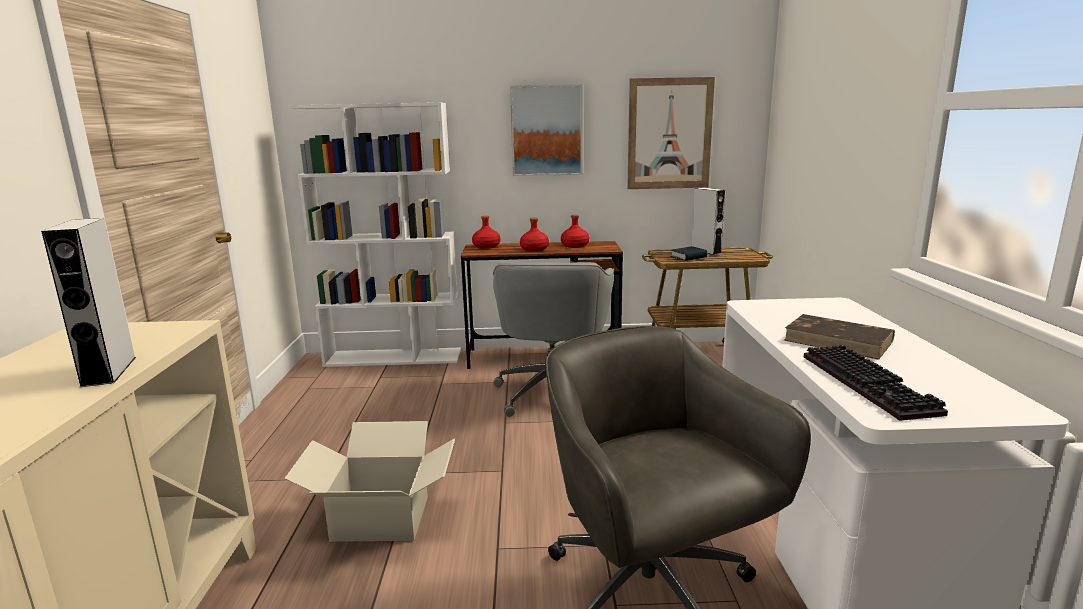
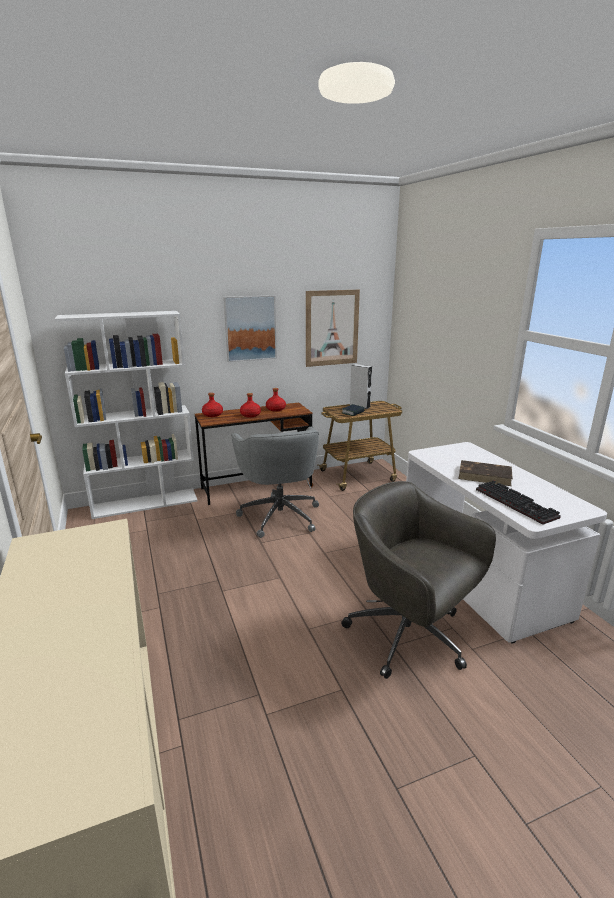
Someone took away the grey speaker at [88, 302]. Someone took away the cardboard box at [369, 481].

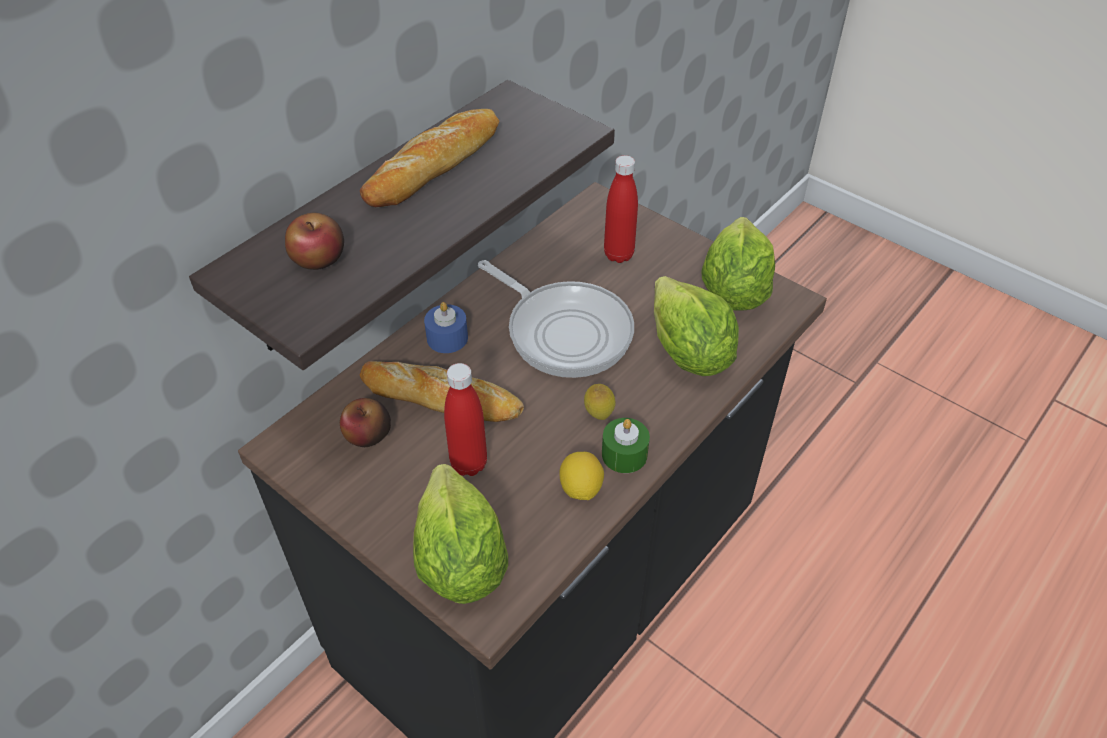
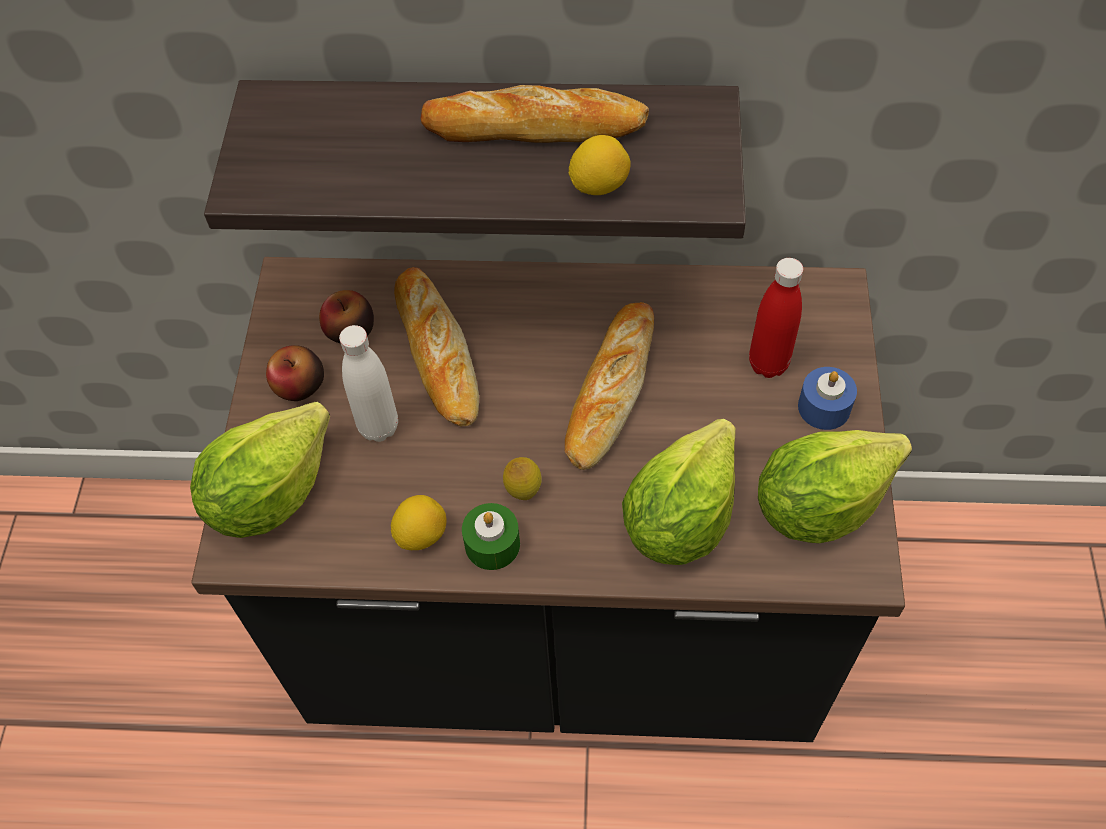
Someone carried the apple from [314, 241] to [295, 373]. Someone swapped the frying pan at [556, 319] for the bread at [609, 386]. Someone carried the blue candle from [446, 327] to [827, 398]. Someone repainted the red bottle at [465, 419], which became the white bottle at [368, 383]. Someone put down the lemon at [600, 165].

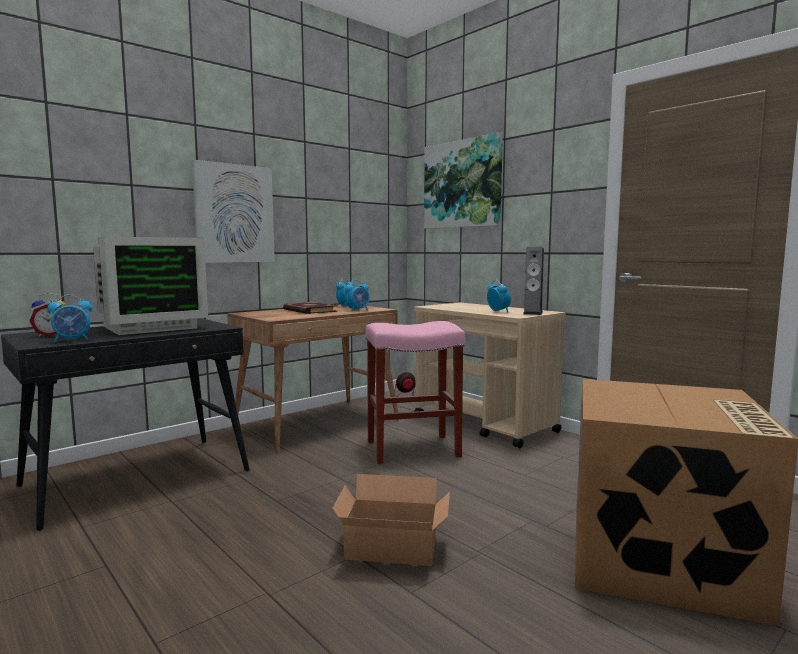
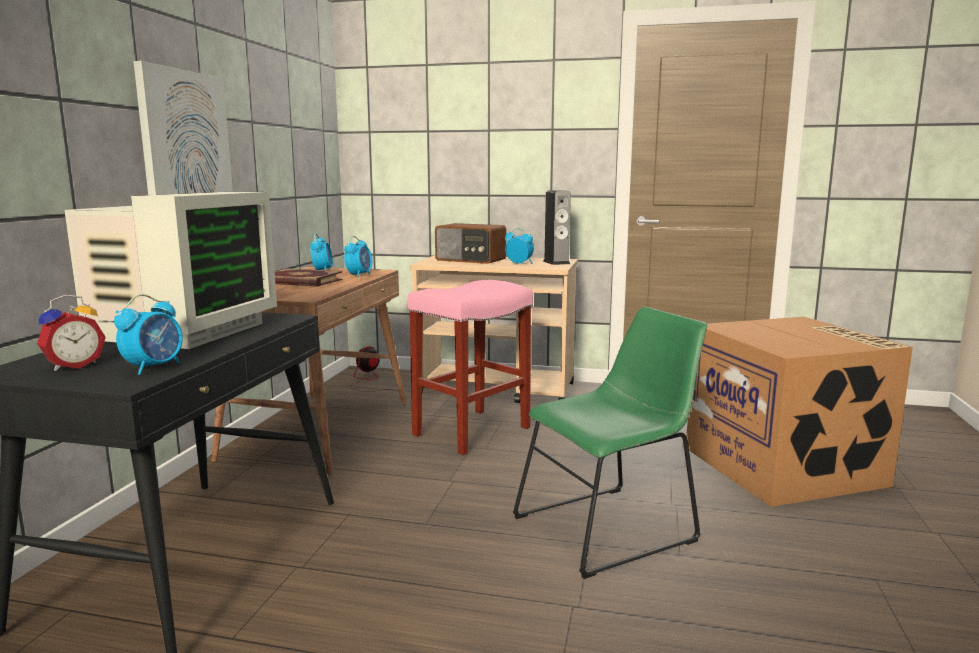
Someone took away the picture at [463, 180]. Someone swapped the cardboard box at [391, 520] for the green chair at [610, 443]. Someone put down the radio at [470, 243].

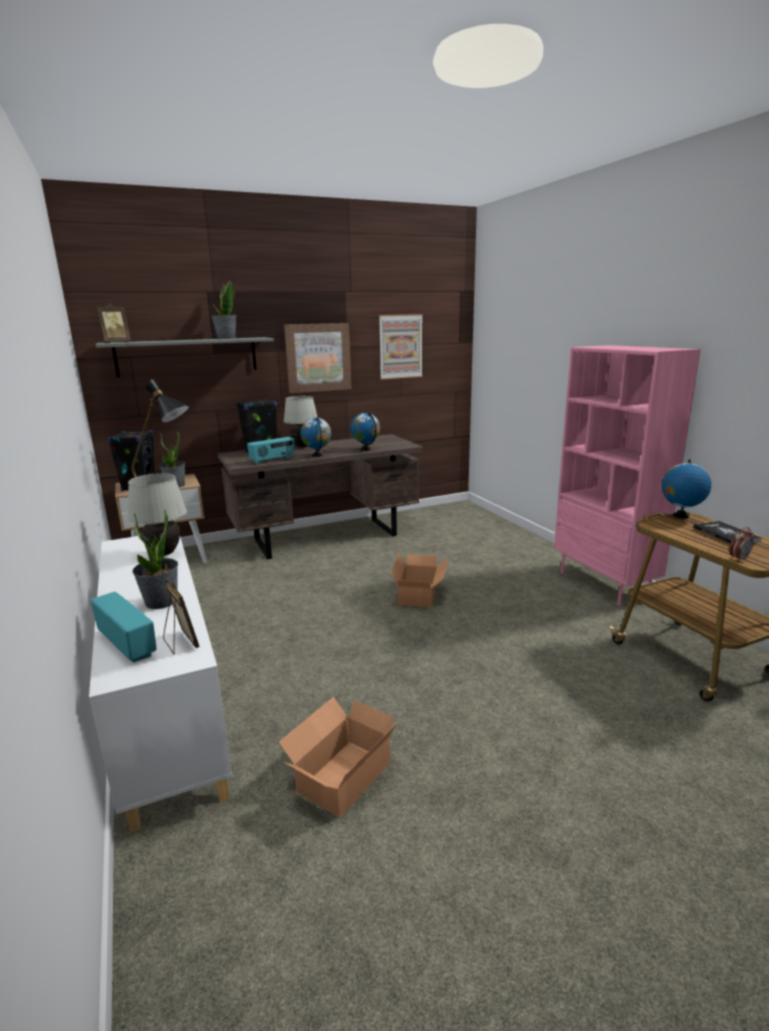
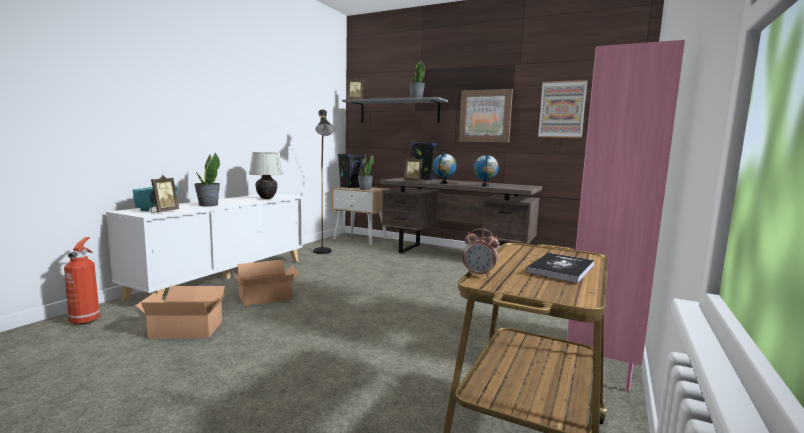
Someone took away the white table lamp at [300, 422]. Someone swapped the radio at [270, 450] for the picture frame at [413, 169]. Someone took away the globe at [686, 489]. Someone carried the cardboard box from [419, 580] to [265, 283]. Someone put down the fire extinguisher at [82, 281].

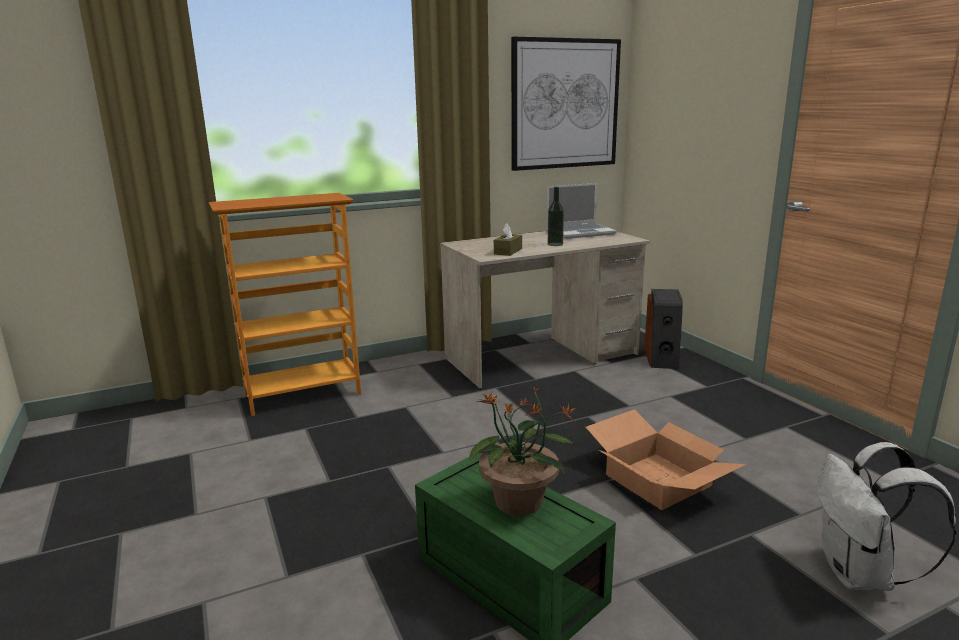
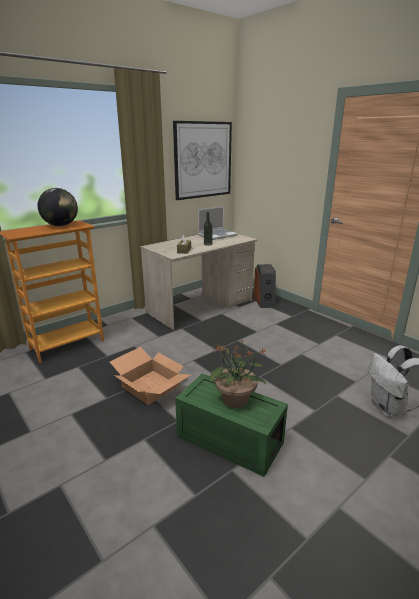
Someone carried the cardboard box from [666, 459] to [150, 376]. Someone put down the globe at [57, 207].

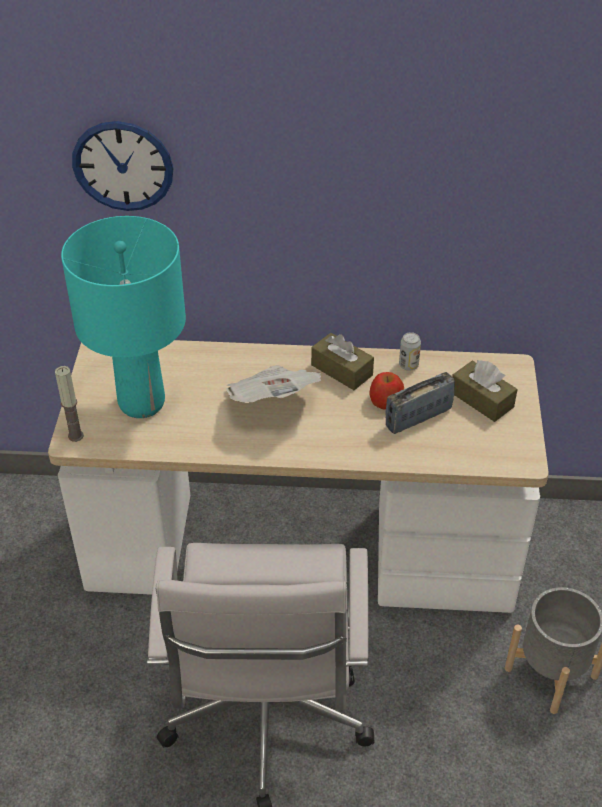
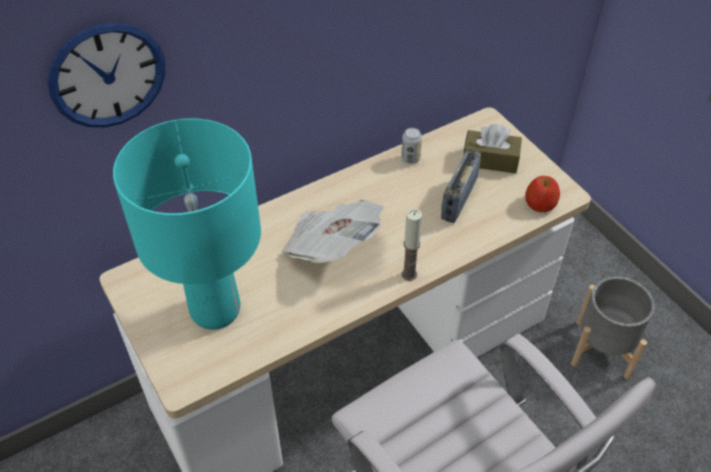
Someone took away the brown tissue box at [342, 361]. Someone carried the candle from [69, 404] to [412, 245]. Someone carried the apple from [387, 391] to [542, 194].

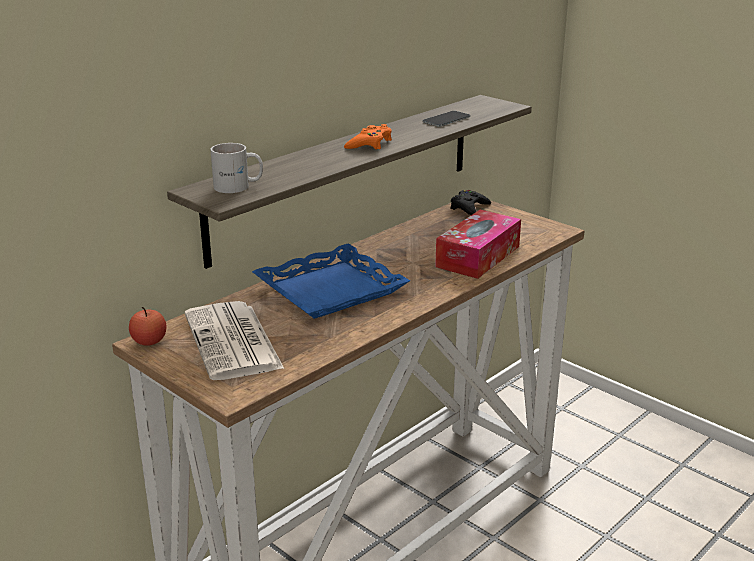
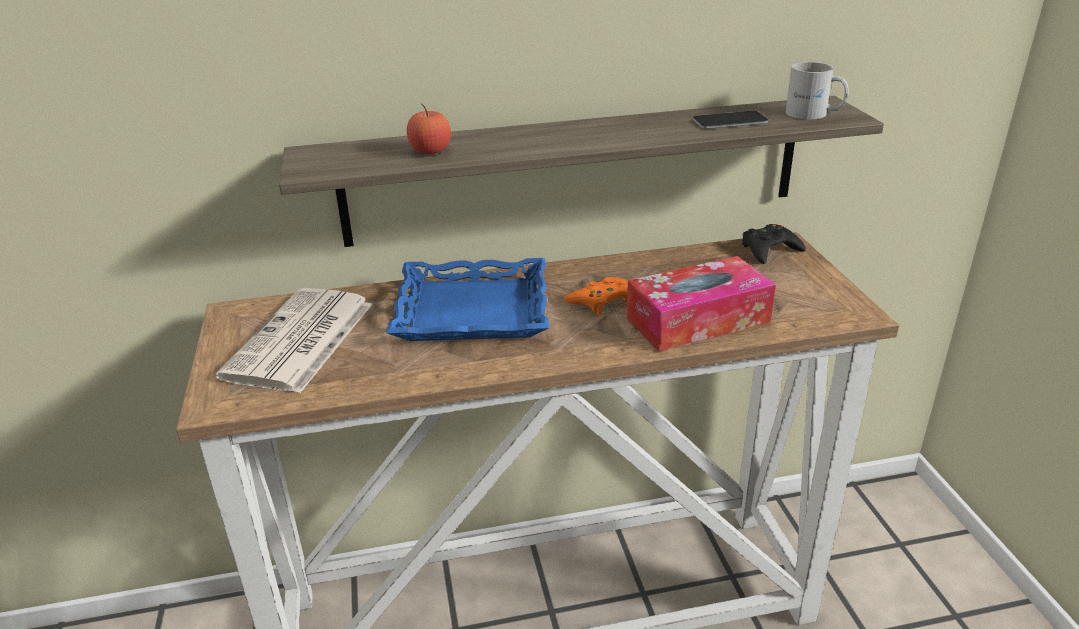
Someone carried the orange game controller from [368, 137] to [596, 296]. Someone carried the white mug from [236, 168] to [817, 90]. Someone carried the apple from [148, 326] to [429, 128].

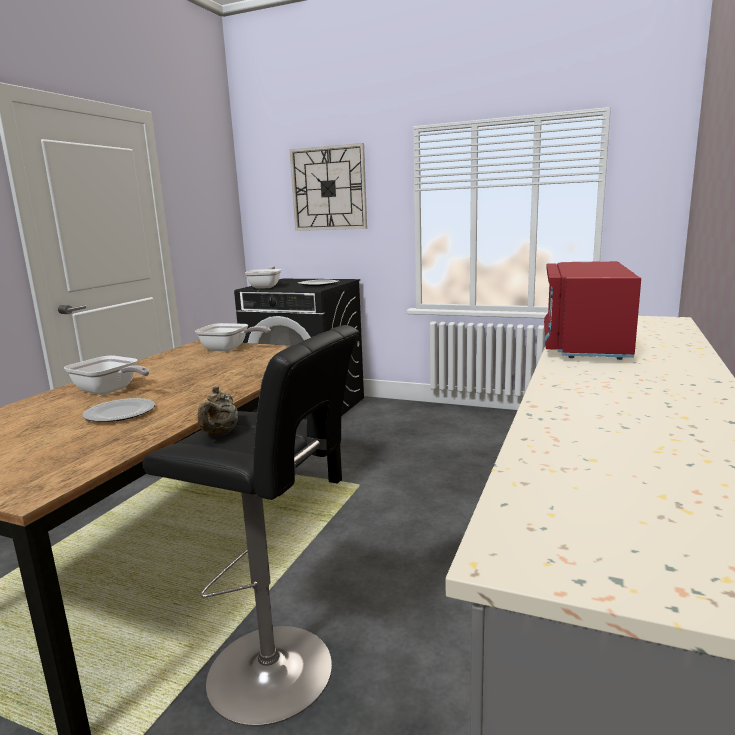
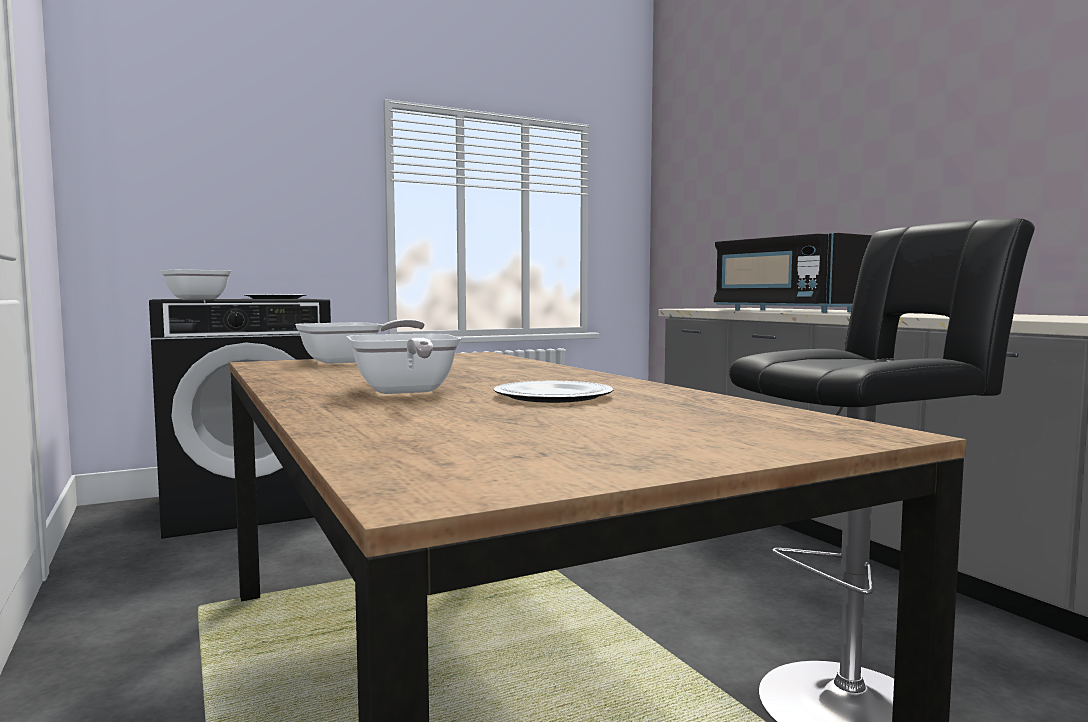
Someone took away the wall clock at [328, 187]. Someone repainted the red microwave at [592, 310], which became the black microwave at [793, 273]. Someone rotated the frying pan at [107, 375] by 90 degrees clockwise. Someone took away the beige teapot at [217, 411].

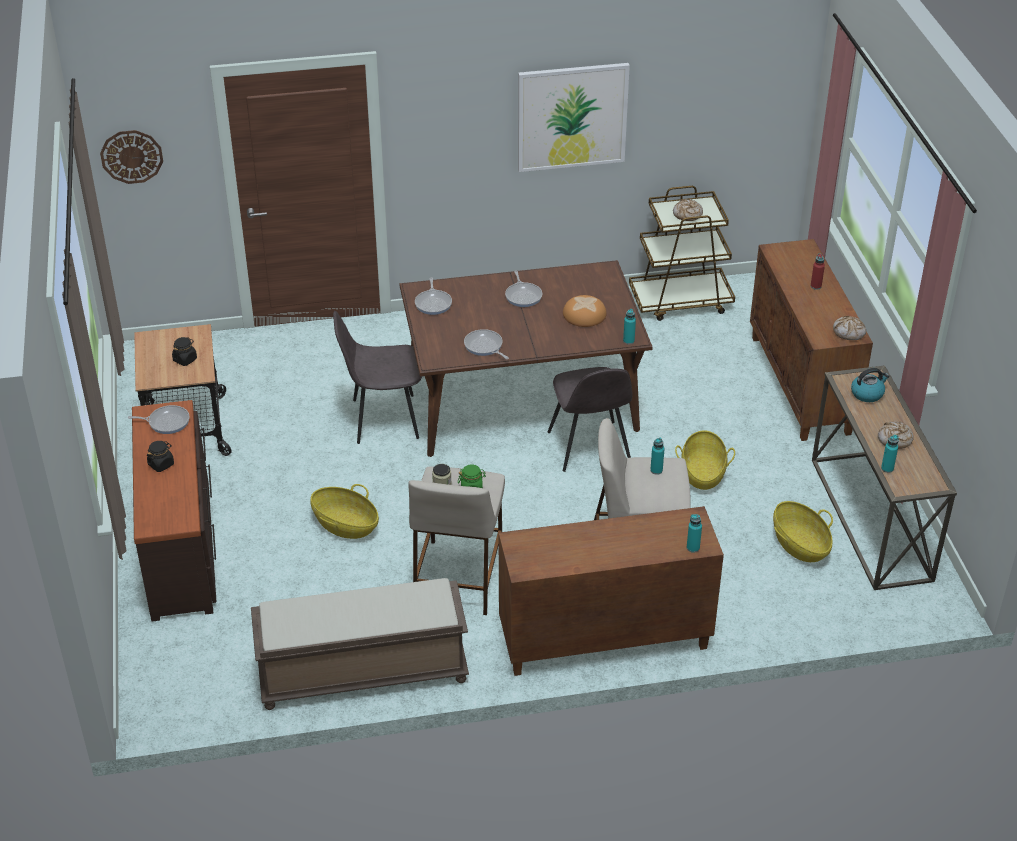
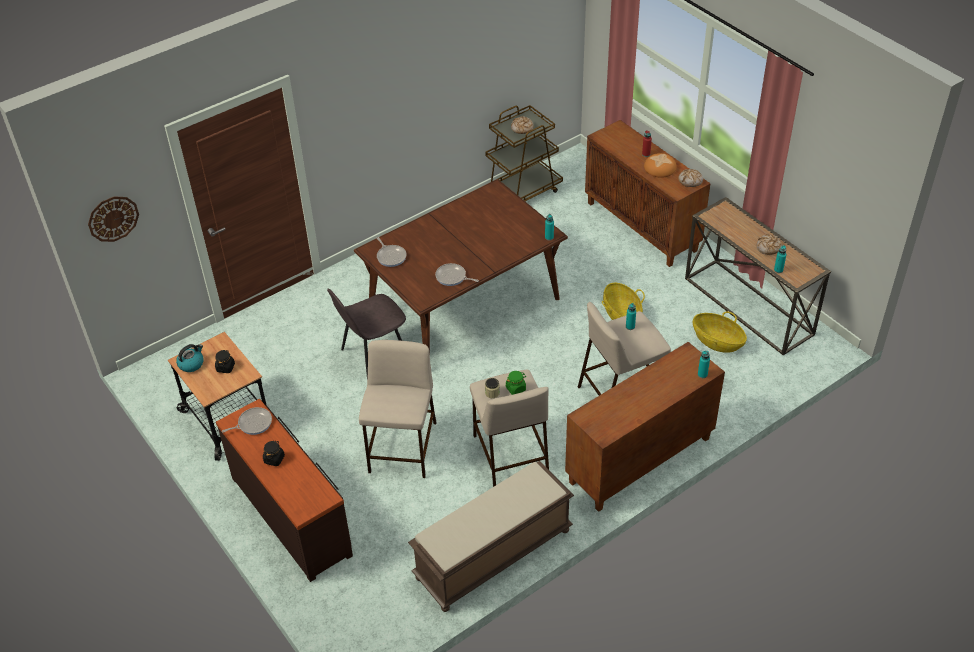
Someone took away the picture at [574, 117]. Someone took away the frying pan at [523, 289]. Someone carried the bread from [585, 311] to [660, 165]. Someone took away the grey chair at [590, 419]. Someone carried the kettle from [870, 385] to [190, 358]. Someone swapped the basket at [344, 511] for the beige stool at [397, 409].

